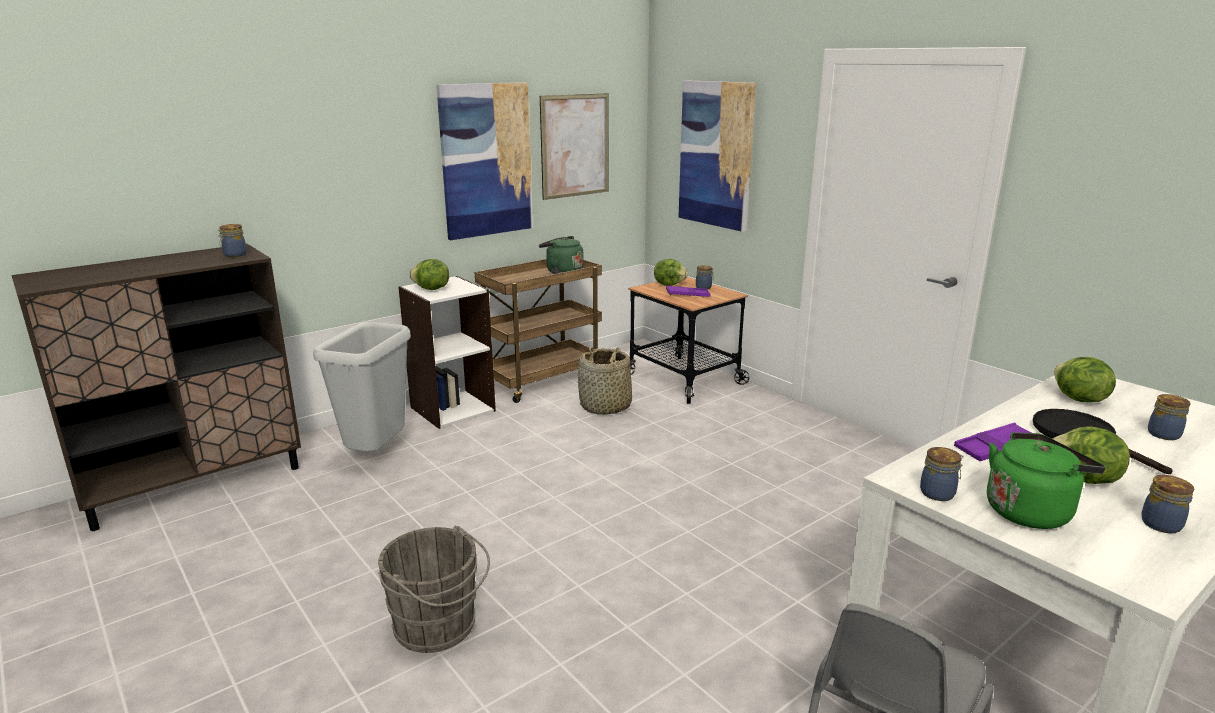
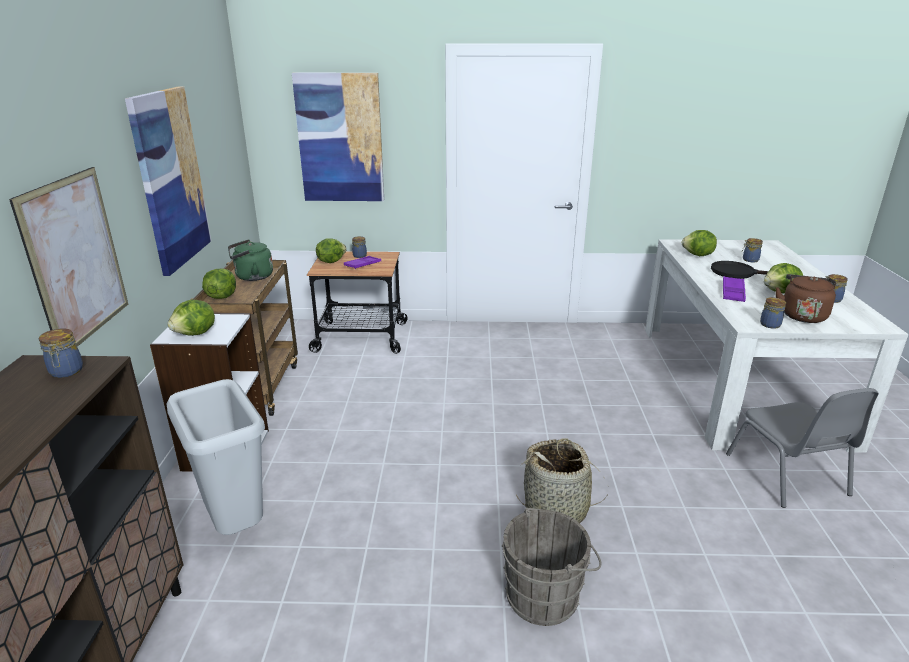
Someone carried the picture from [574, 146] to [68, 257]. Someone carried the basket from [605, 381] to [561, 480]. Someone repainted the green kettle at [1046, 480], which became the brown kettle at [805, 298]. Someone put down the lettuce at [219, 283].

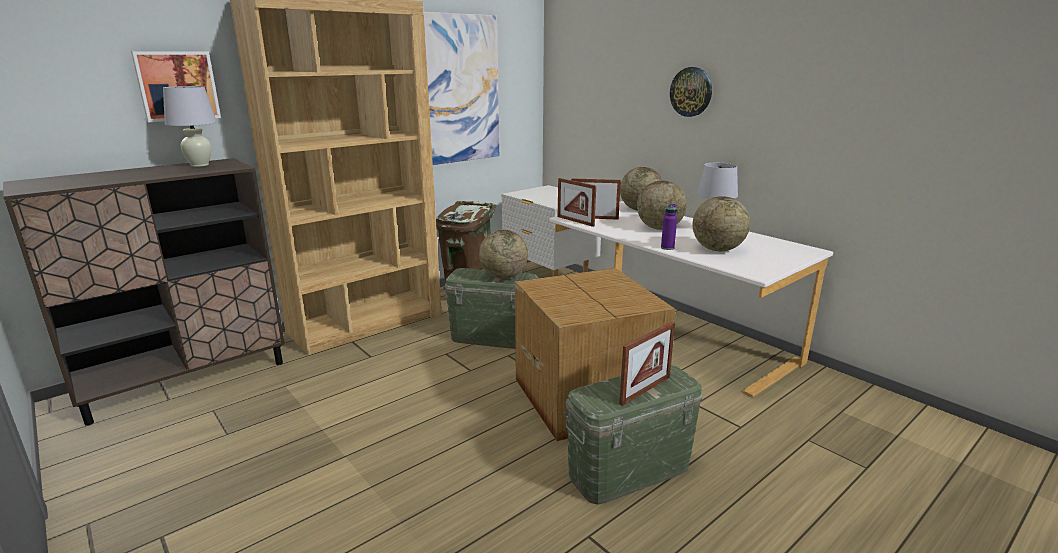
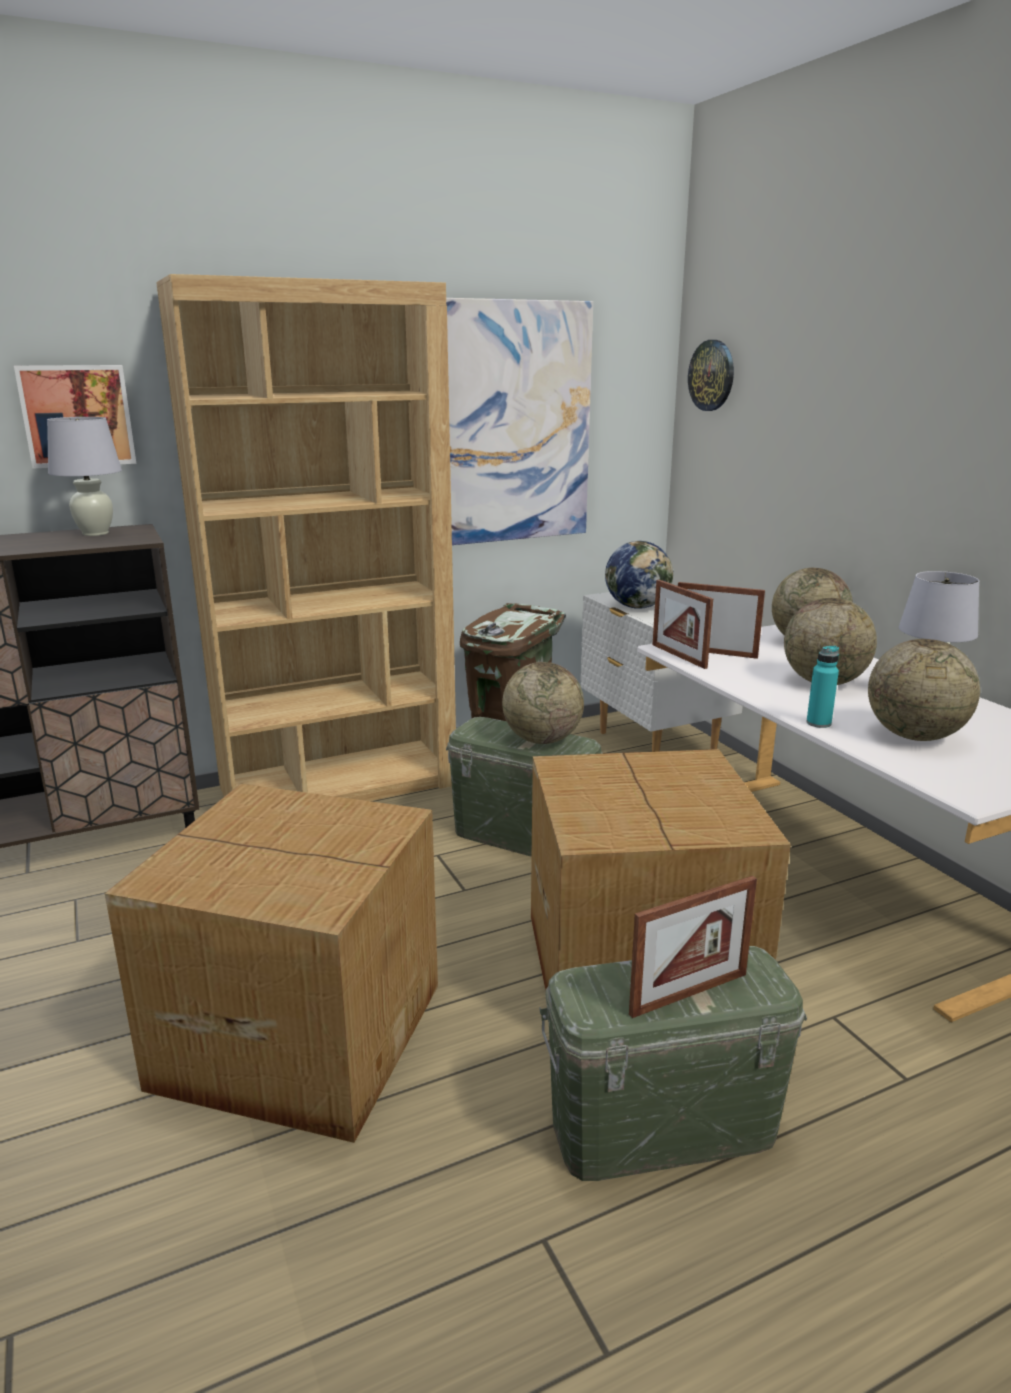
Someone carried the wall clock from [691, 92] to [711, 375]. Someone repainted the purple bottle at [669, 227], which became the turquoise bottle at [822, 686]. Someone put down the globe at [639, 575]. Someone put down the cardboard box at [271, 963].

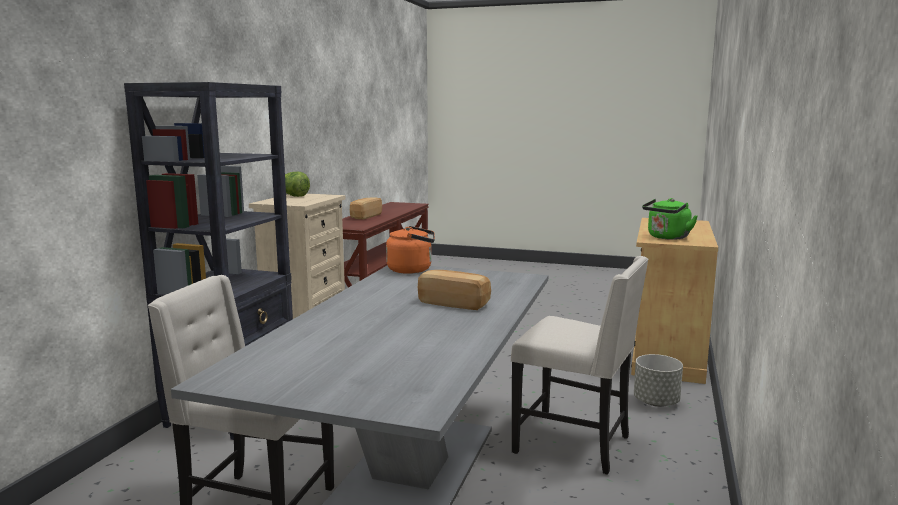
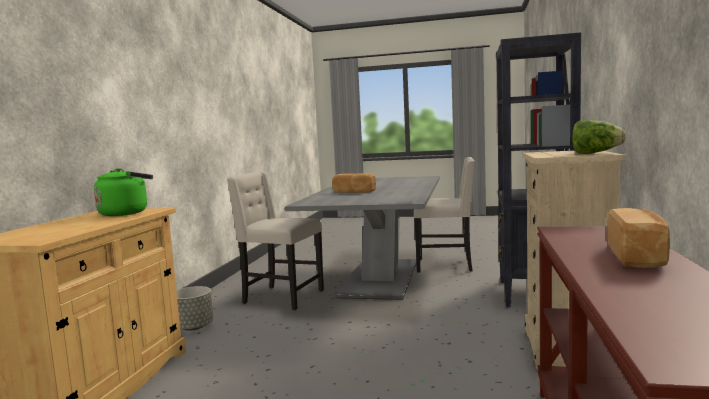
Someone took away the orange kettle at [410, 250].

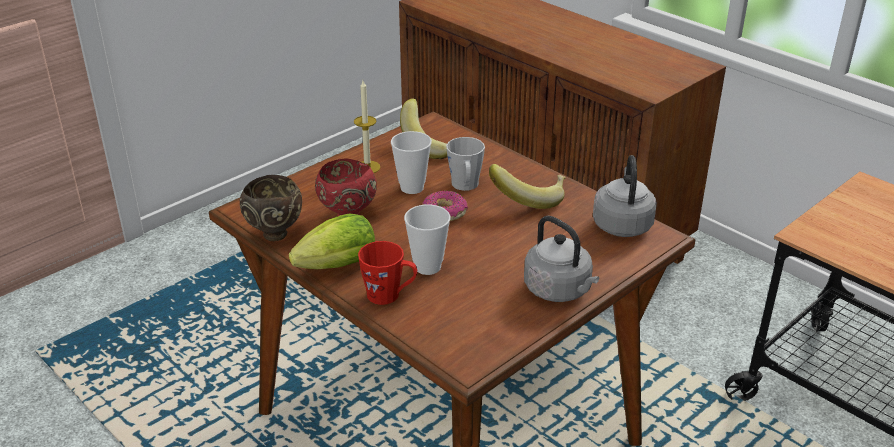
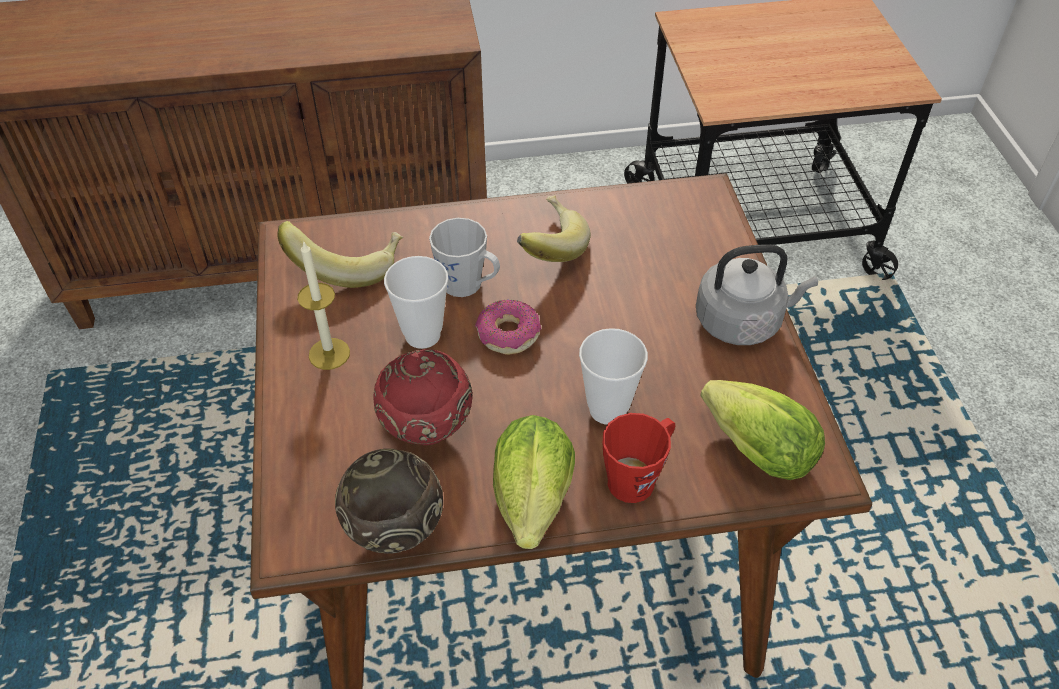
Someone took away the grey kettle at [625, 196]. Someone put down the lettuce at [762, 430].

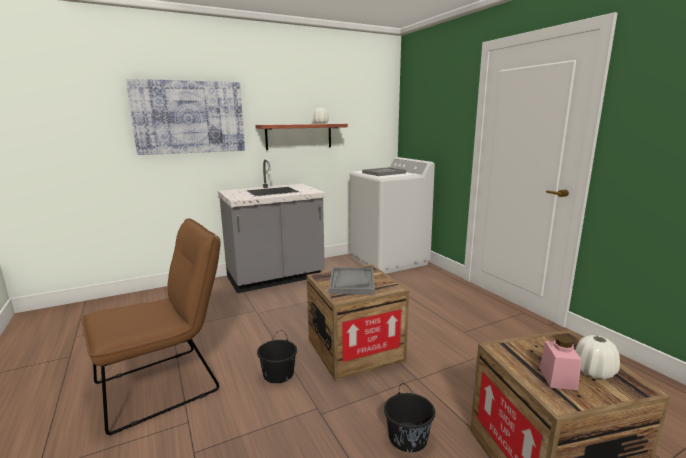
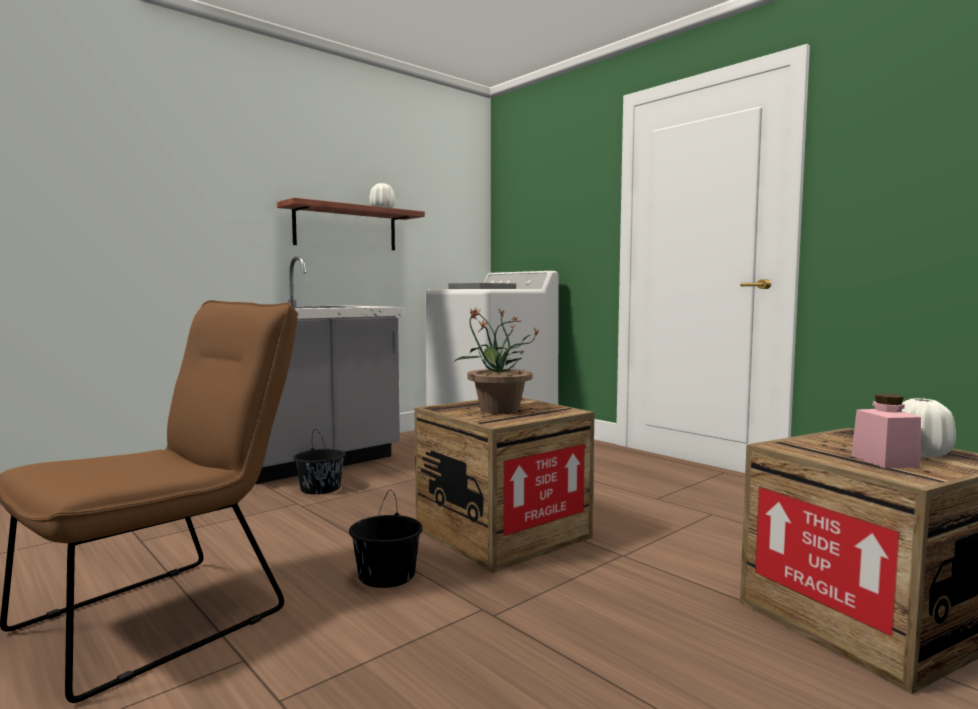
Someone took away the picture at [185, 116]. Someone swapped the grey tray at [352, 281] for the potted plant at [497, 361]. Someone carried the black bucket from [409, 417] to [319, 461].

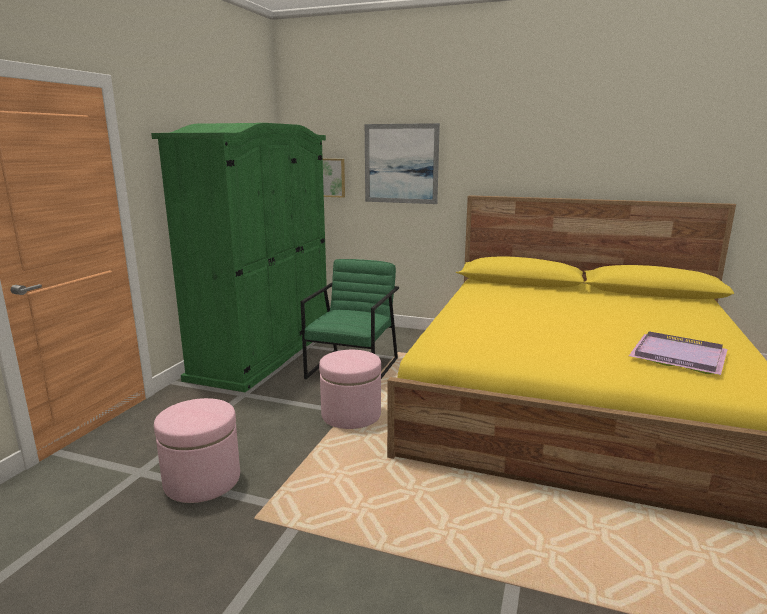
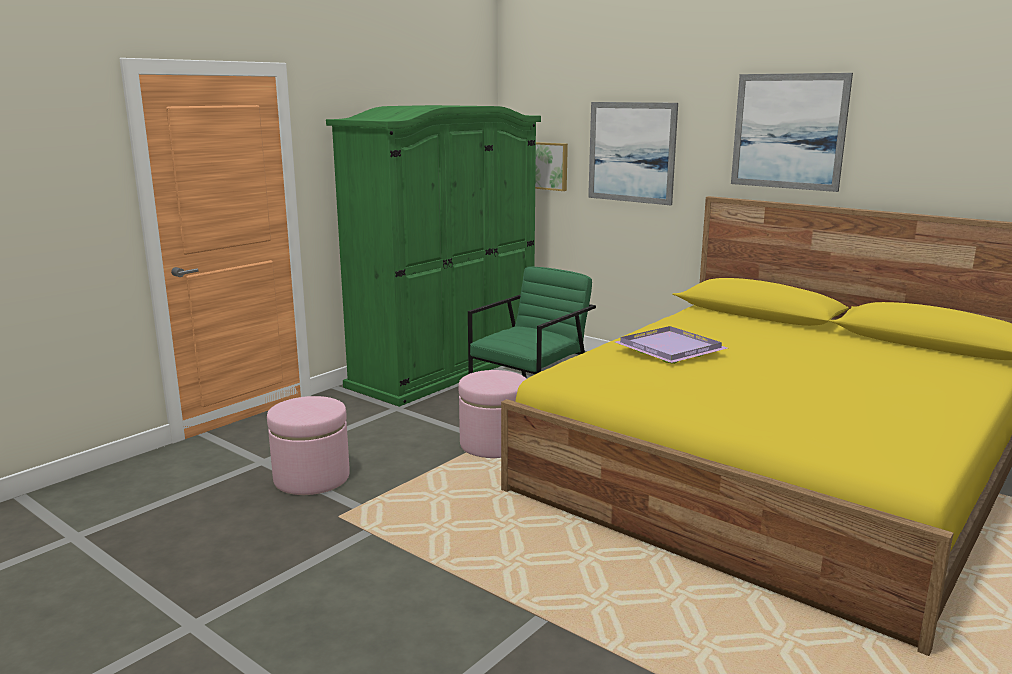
Someone carried the purple tray from [678, 353] to [671, 345]. Someone put up the picture at [792, 132].

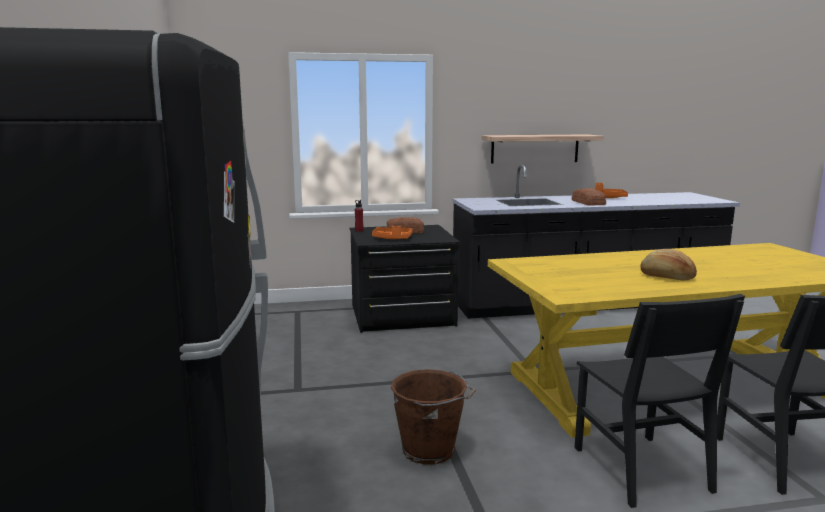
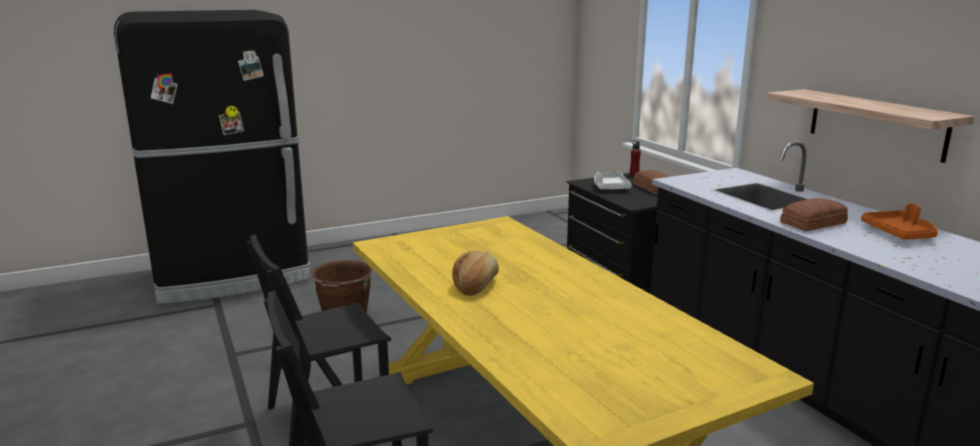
Someone repainted the orange tray at [392, 232], which became the white tray at [613, 181].

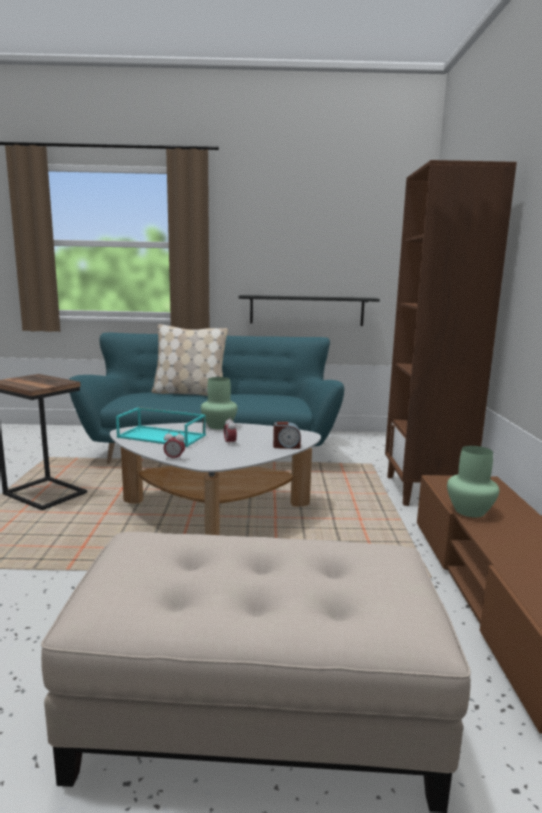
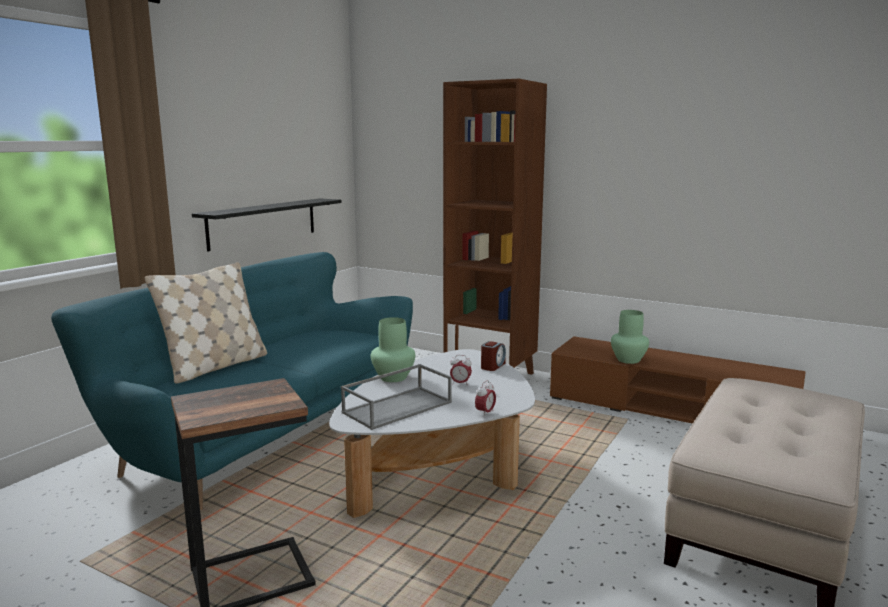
Someone repainted the turquoise tray at [161, 427], which became the grey tray at [396, 397].

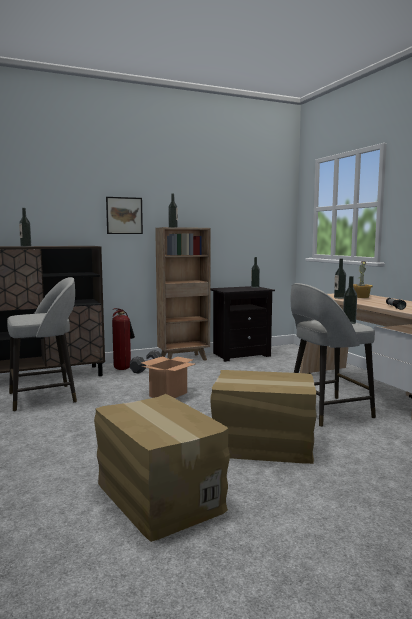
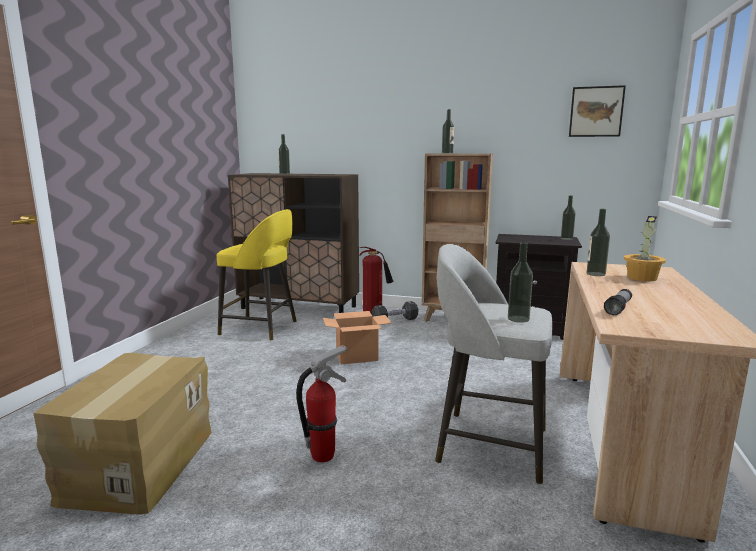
Someone carried the picture from [124, 215] to [597, 111]. Someone repainted the grey stool at [42, 344], which became the yellow stool at [256, 275]. Someone swapped the cardboard box at [263, 417] for the fire extinguisher at [321, 403].

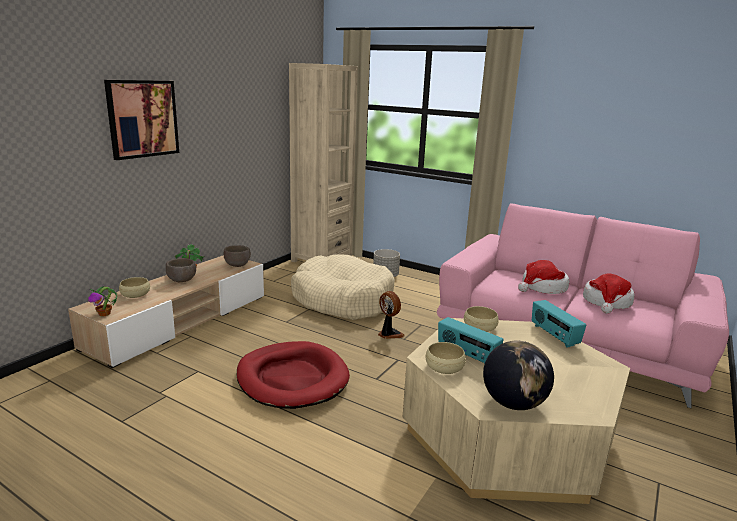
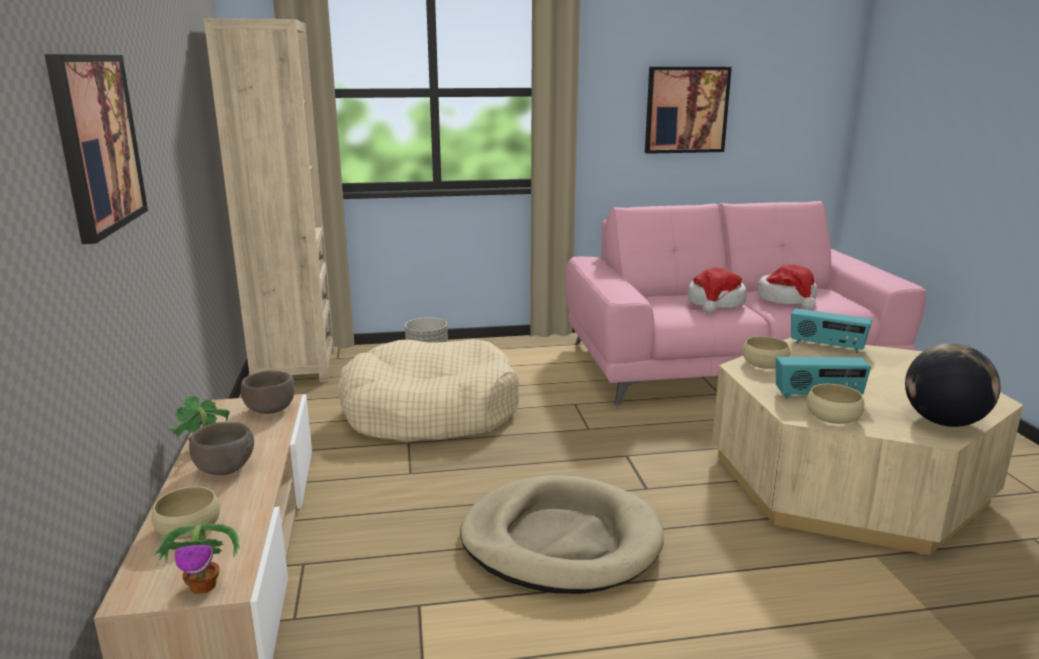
Someone took away the fan at [391, 315]. Someone repainted the red dog bed at [293, 375], which became the beige dog bed at [562, 534]. Someone put up the picture at [688, 110].

